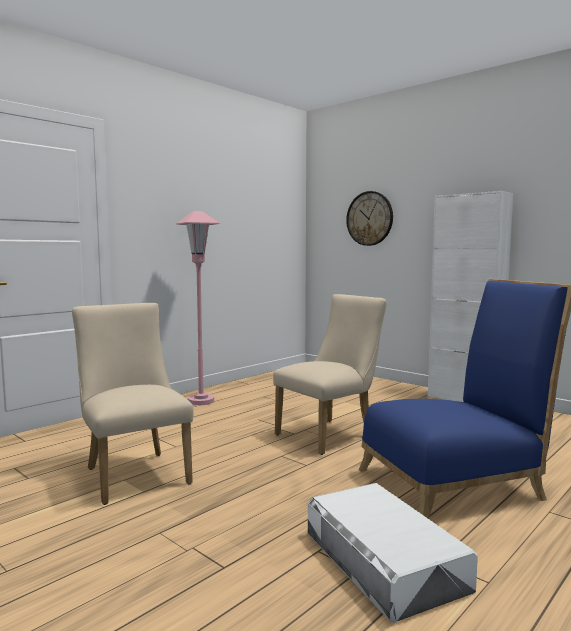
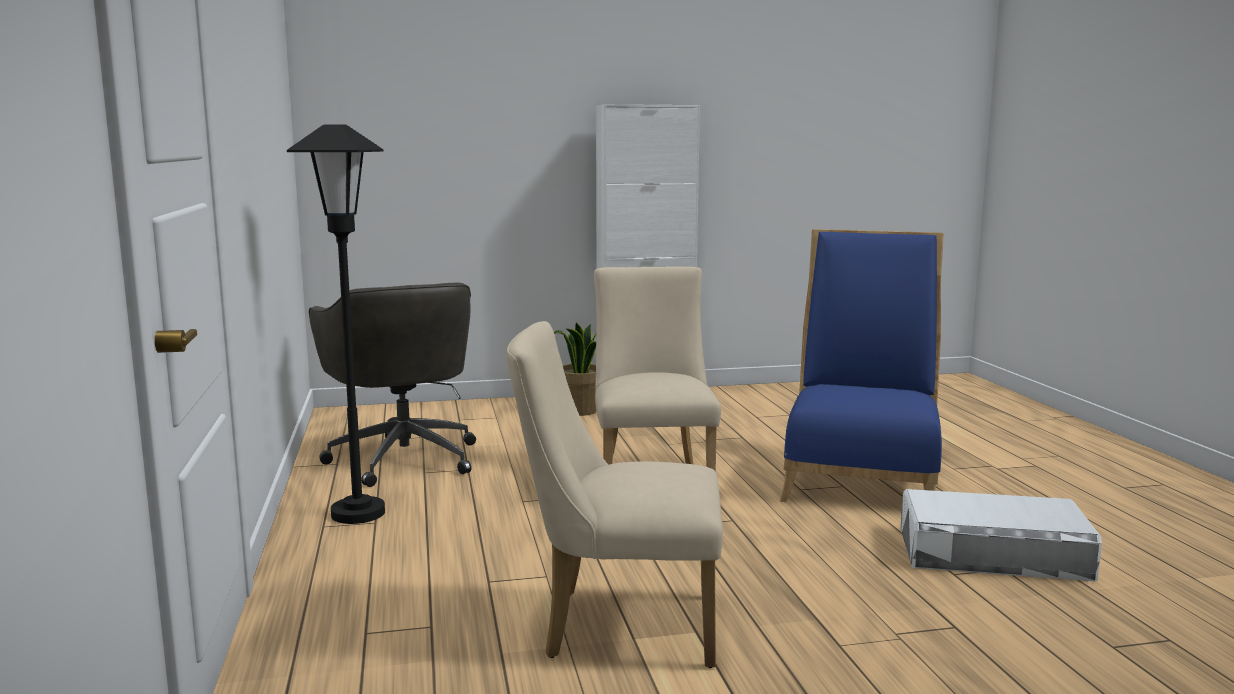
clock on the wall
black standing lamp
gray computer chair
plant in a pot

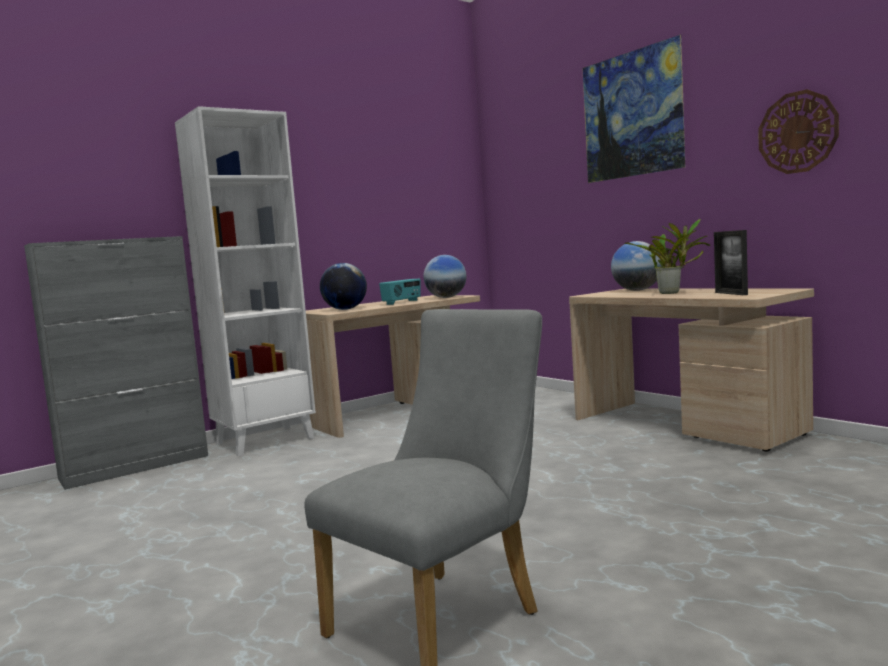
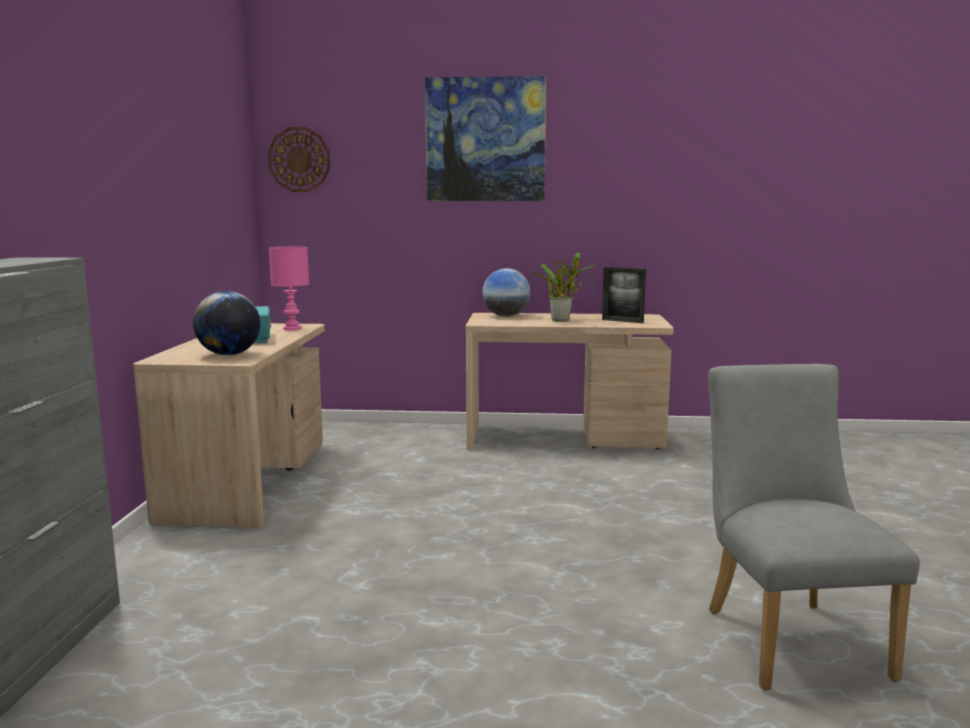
clock on the wall
white shelving unit
pinkish lamp for a table

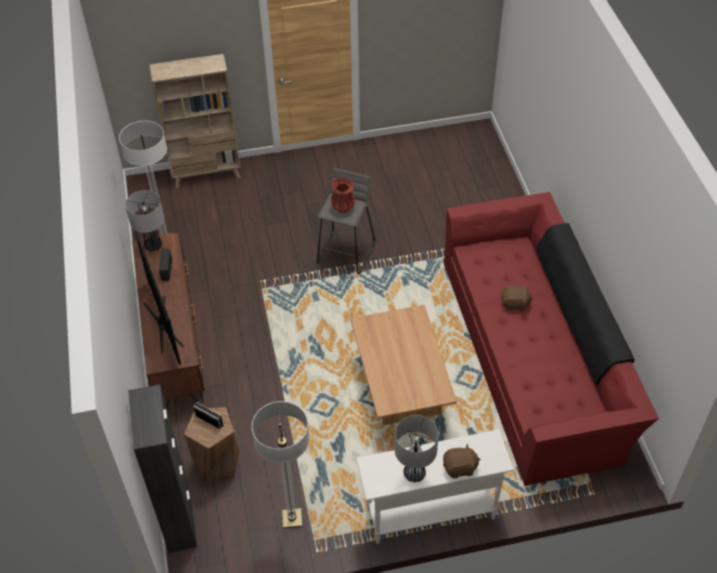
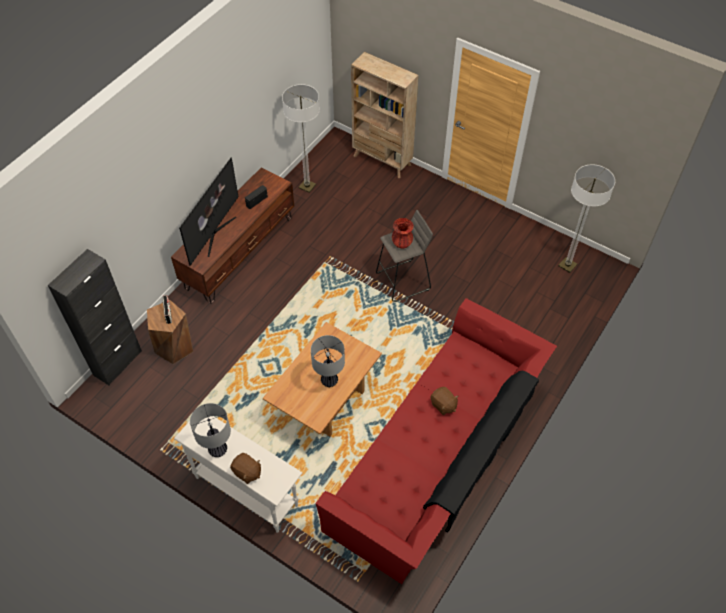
lamp for a table (no. 2 from left)
standing lamp (no. 2 from left)

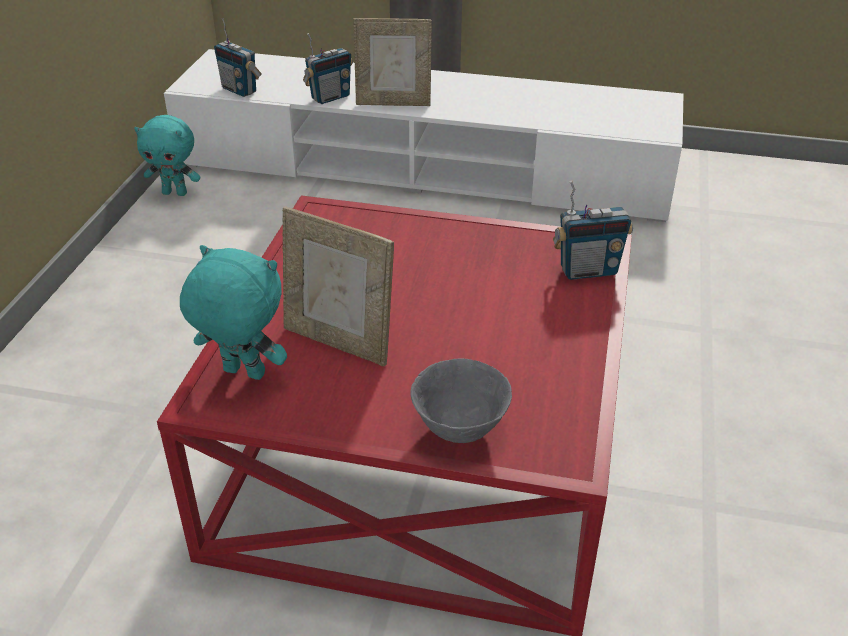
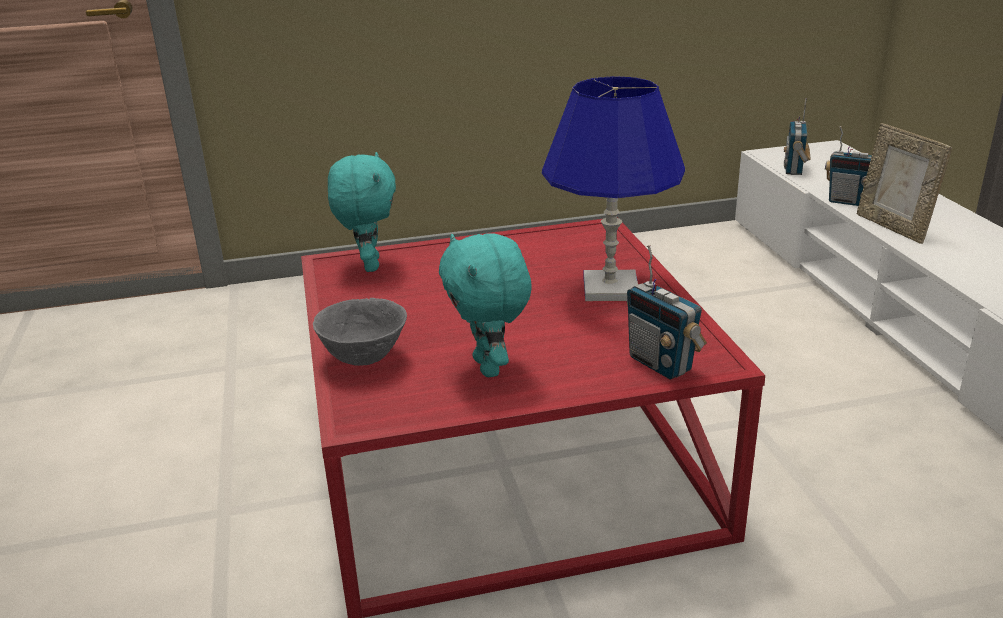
turquoise-coloured cuddly toy (no. 2 from left)
standing frame (no. 1 from left in the first image)
bluish lamp for a table

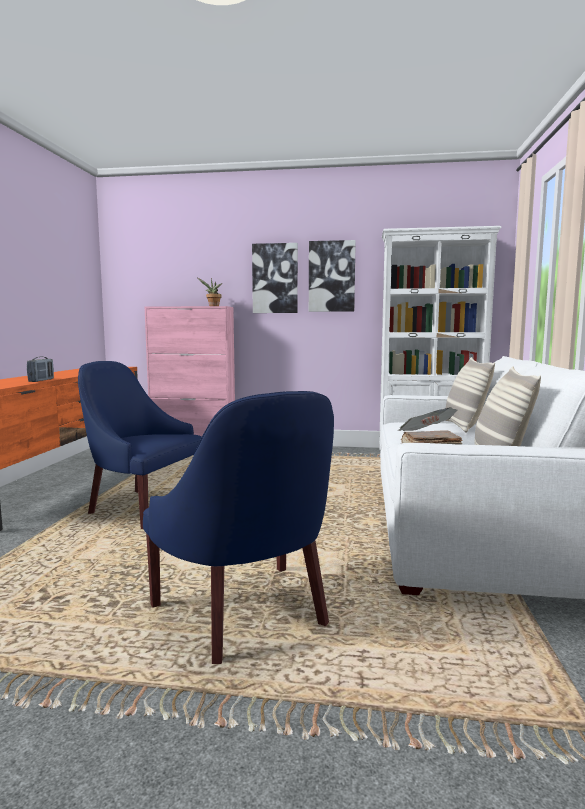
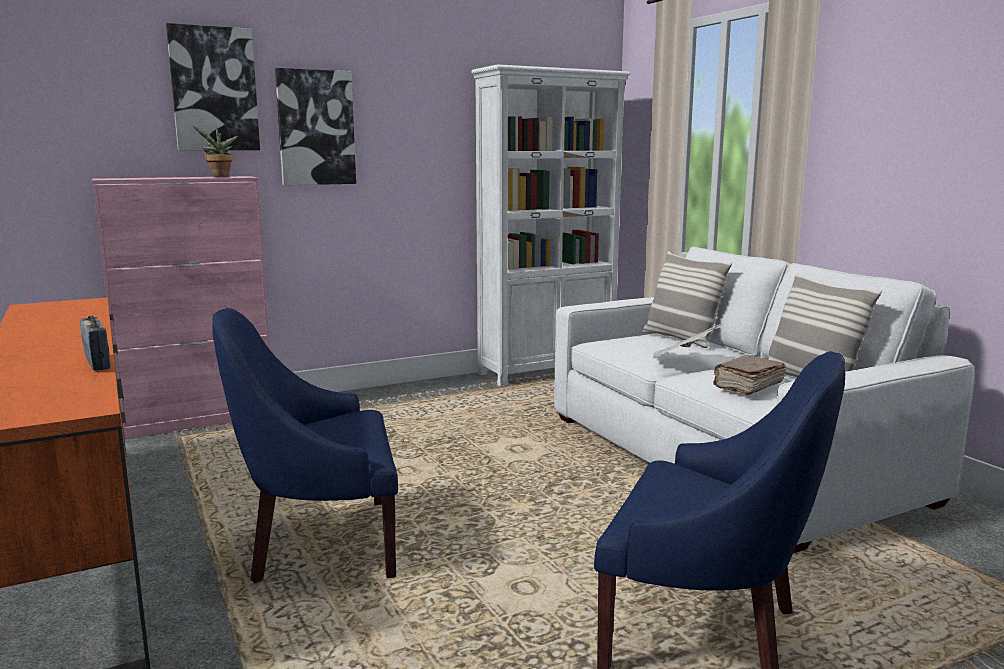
wall art (no. 1 from left)

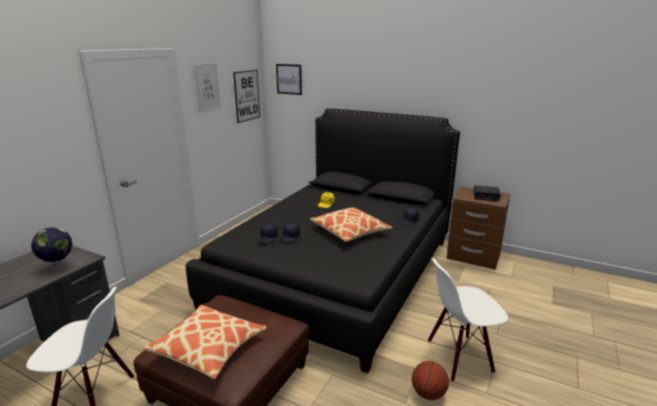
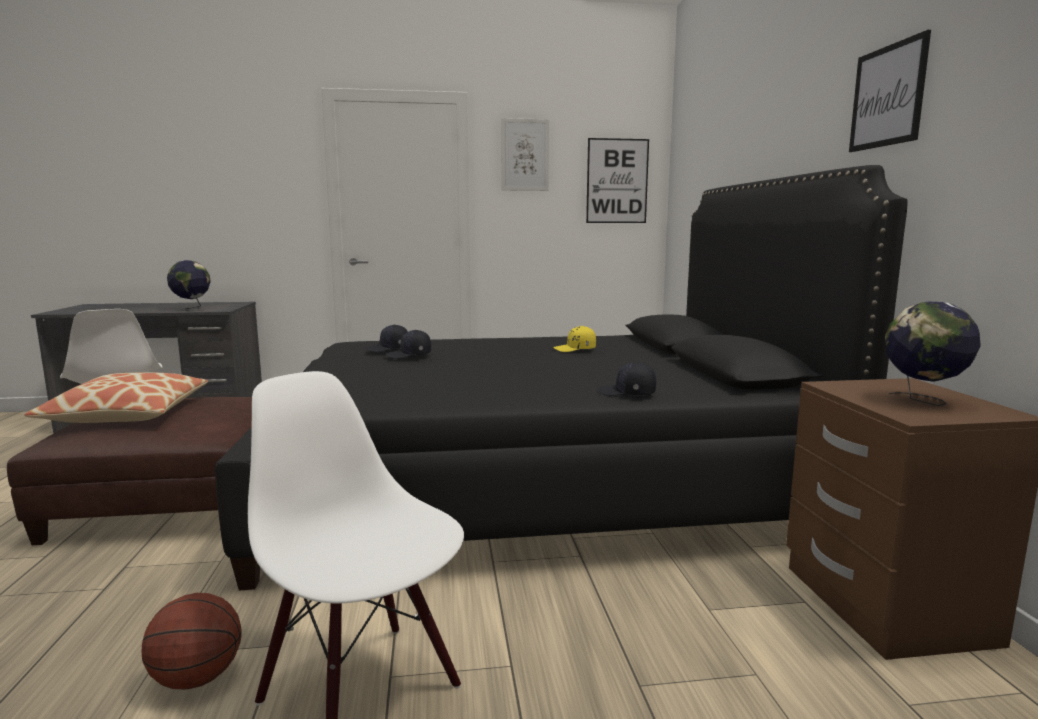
wall art (no. 3 from left)
desk globe (no. 2 from left)
throw pillow (no. 2 from left in the first image)

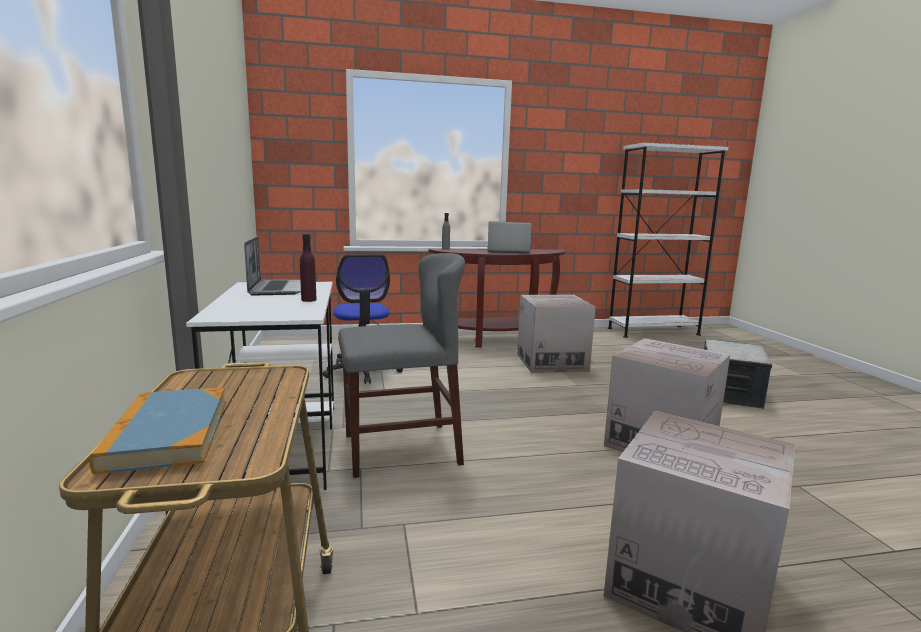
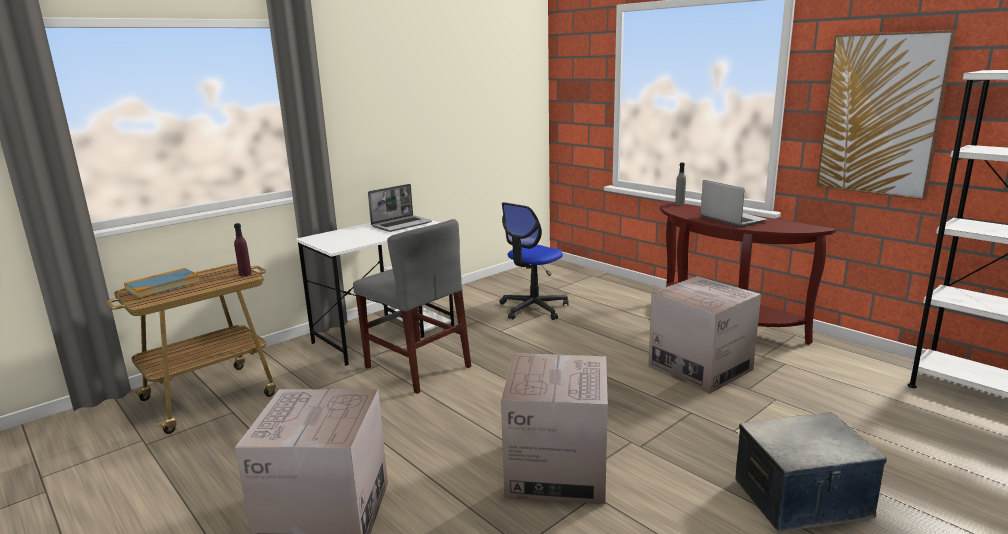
purplish drink bottle
wall art

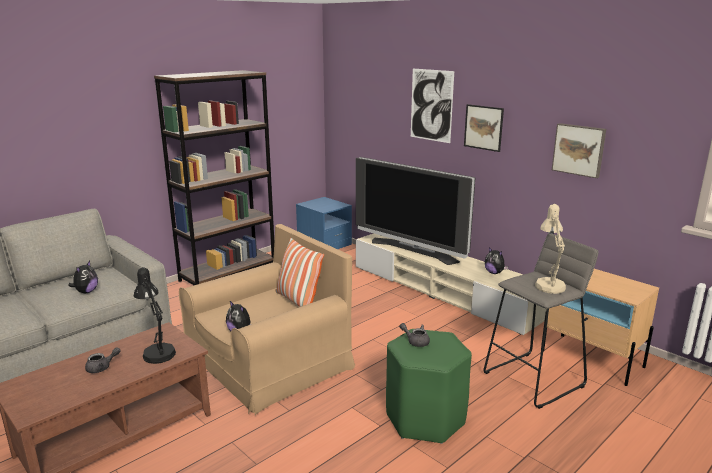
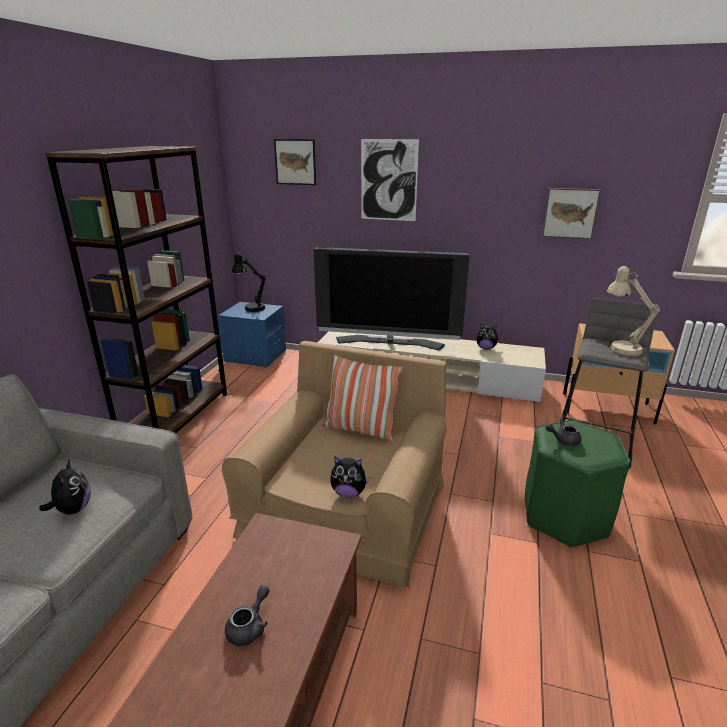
wall art (no. 1 from left)
black lamp for a table

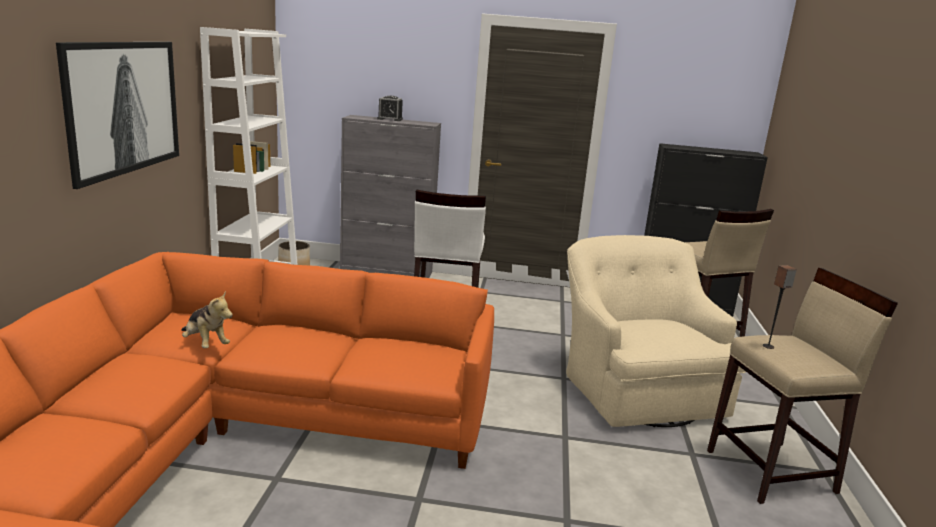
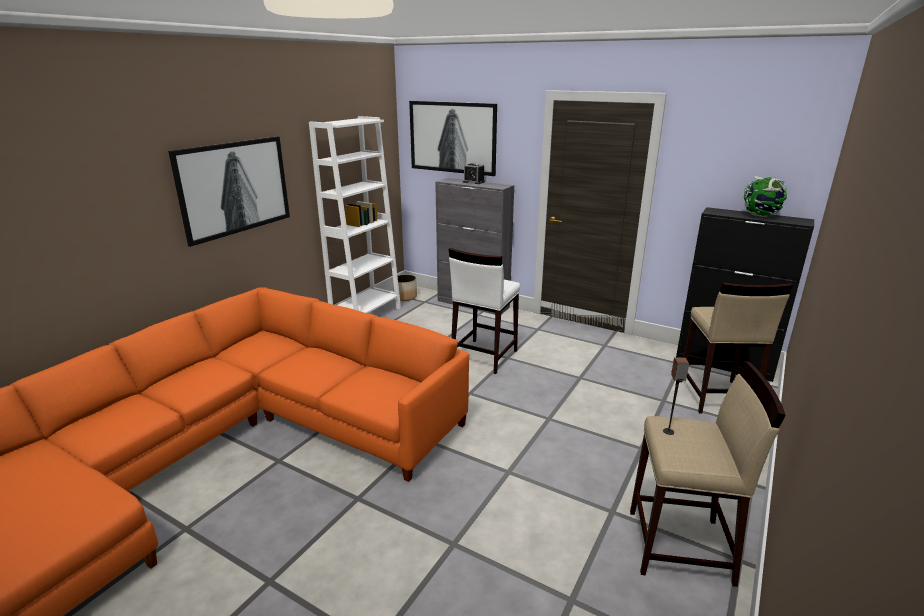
beige easy chair
cuddly toy
wall art (no. 2 from left)
desk globe

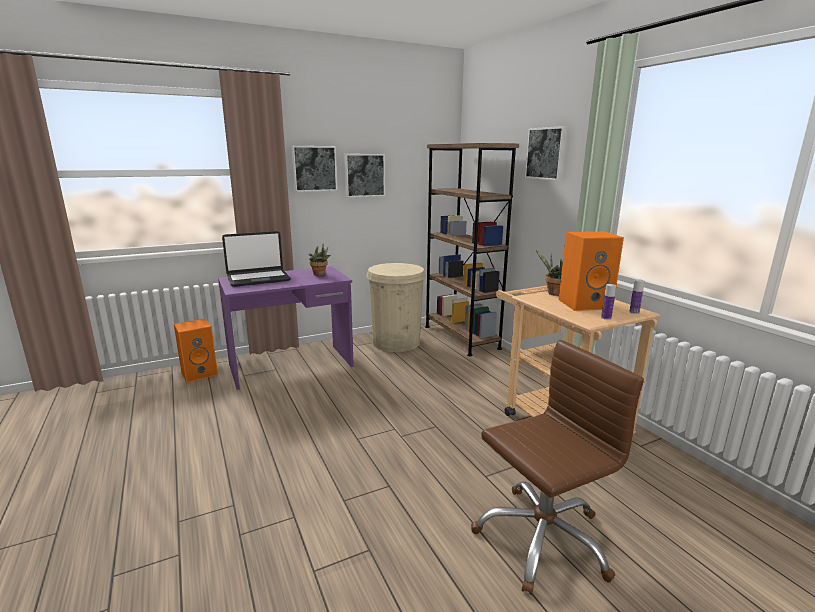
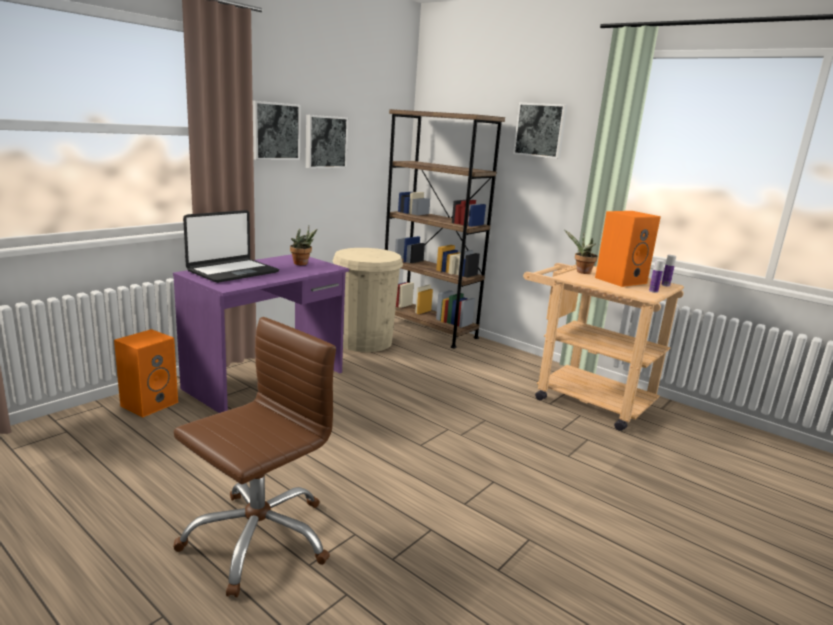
brown-coloured computer chair

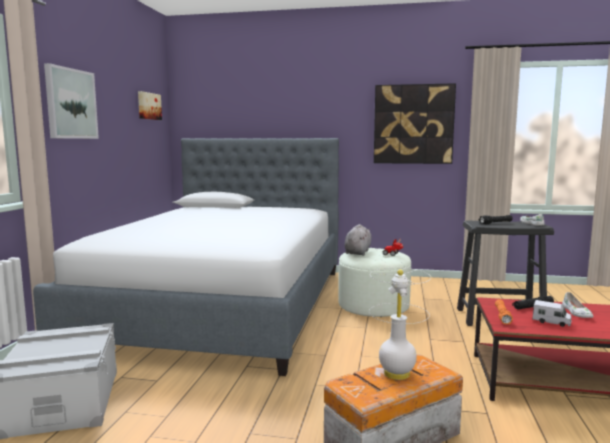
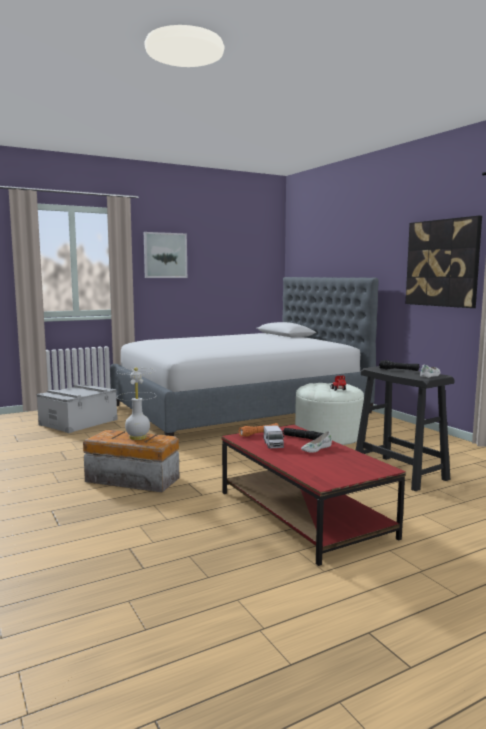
wall art (no. 2 from left in the first image)
gray cuddly toy

